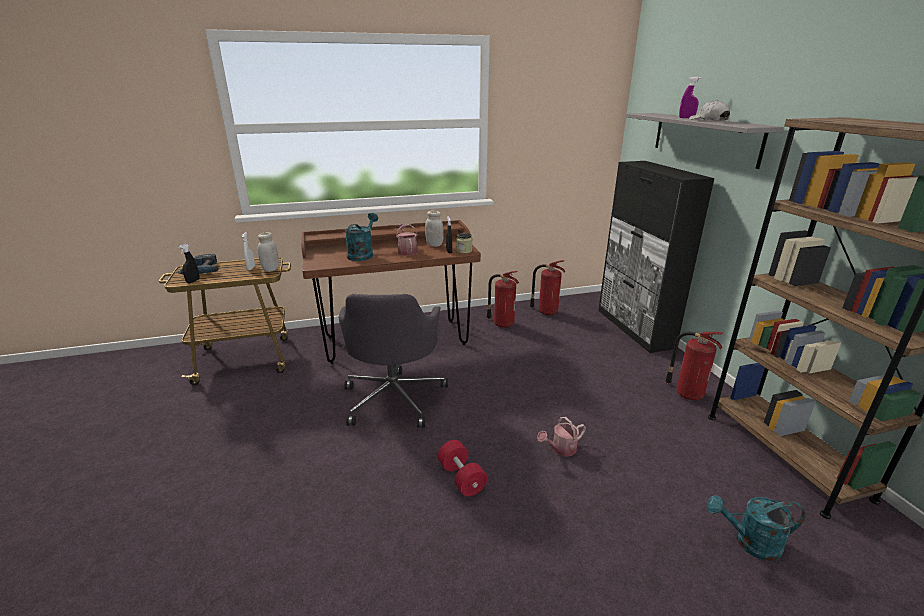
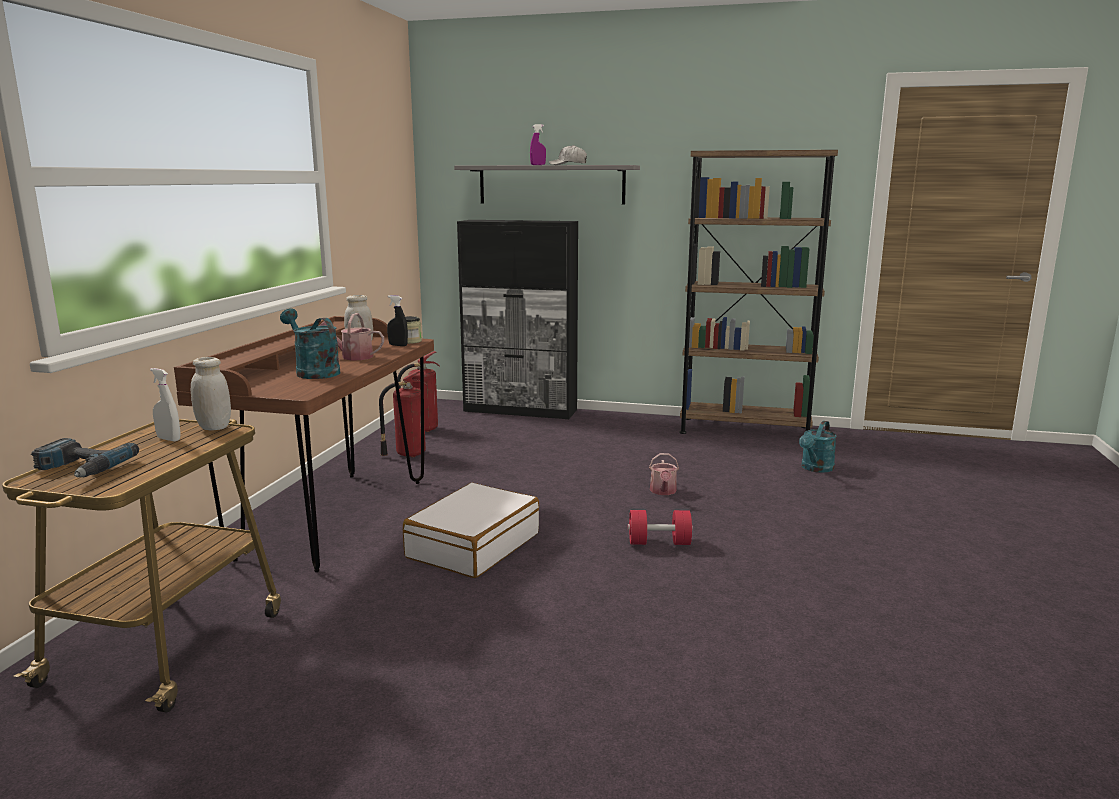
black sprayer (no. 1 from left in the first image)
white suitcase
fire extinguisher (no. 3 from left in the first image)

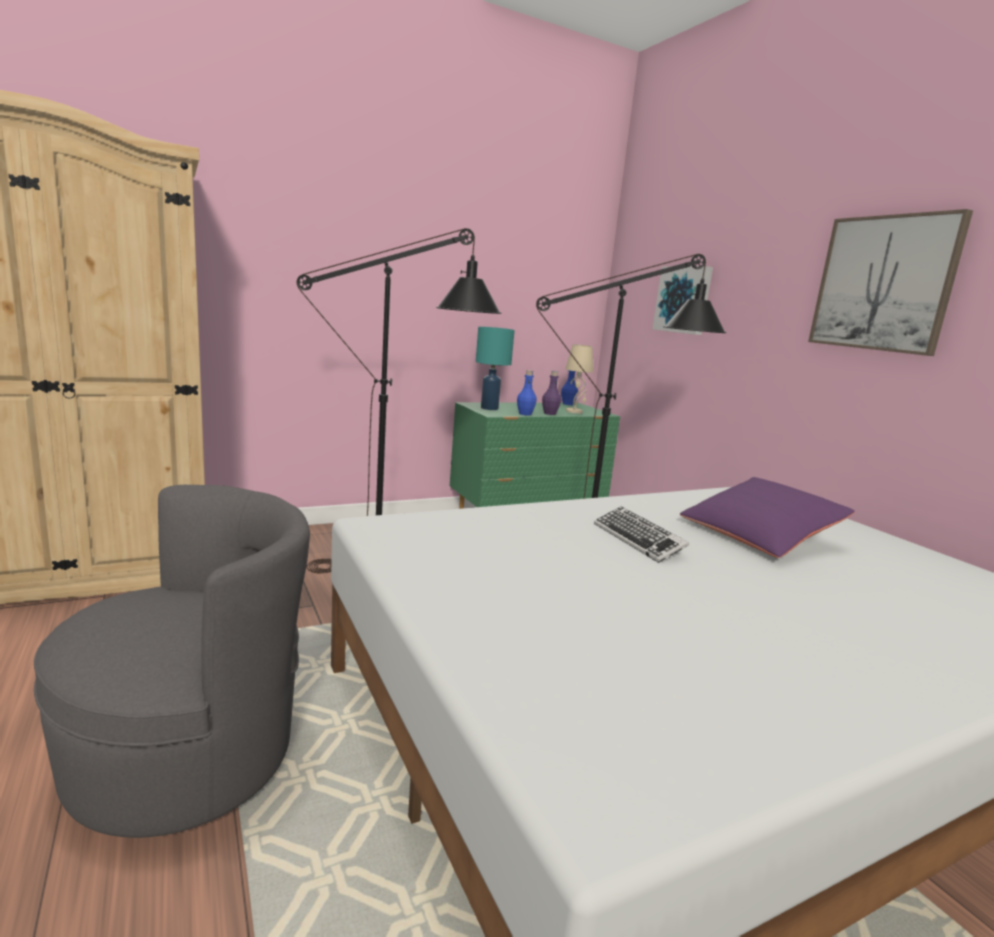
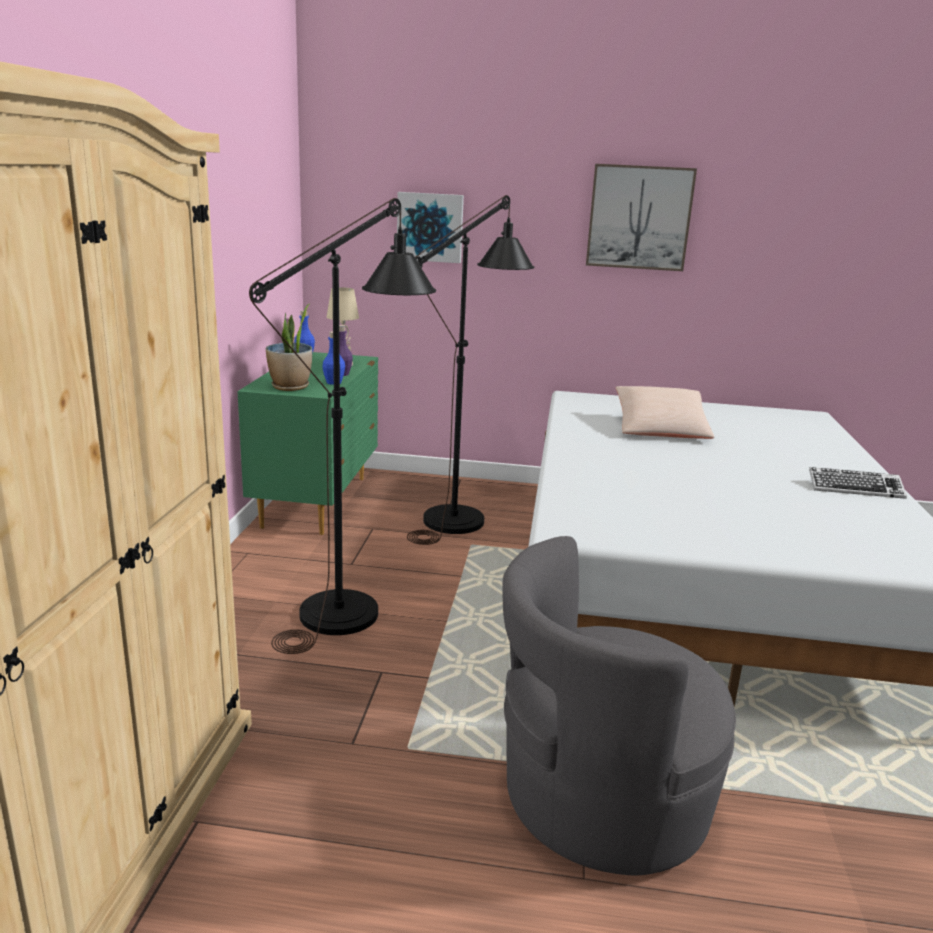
plant in a pot
beige throw pillow
gray easy chair
computer keyboard

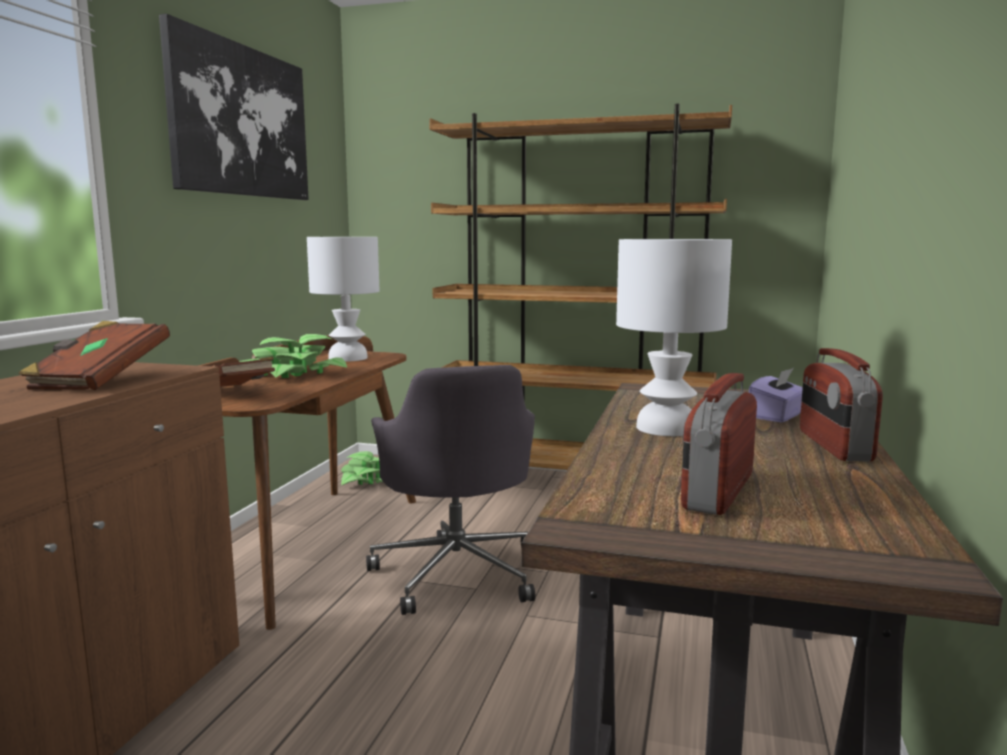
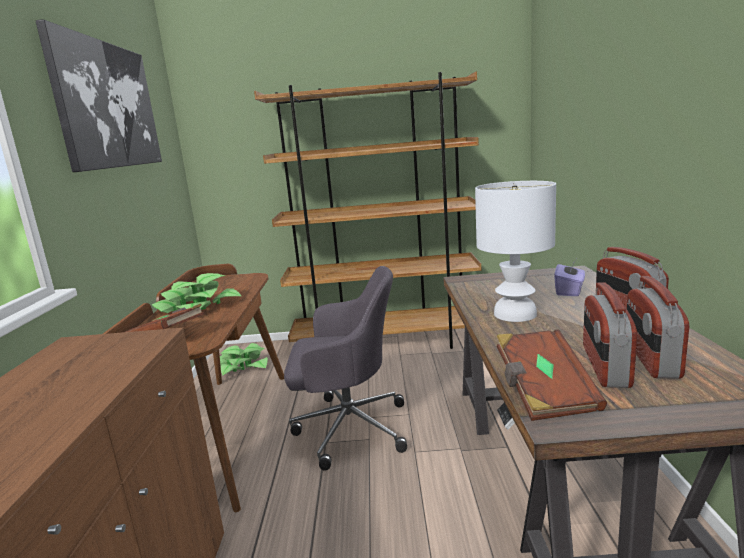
white lamp for a table (no. 1 from left in the first image)
brown-coloured book (no. 2 from left)
gray computer chair
radio (no. 3 from left)

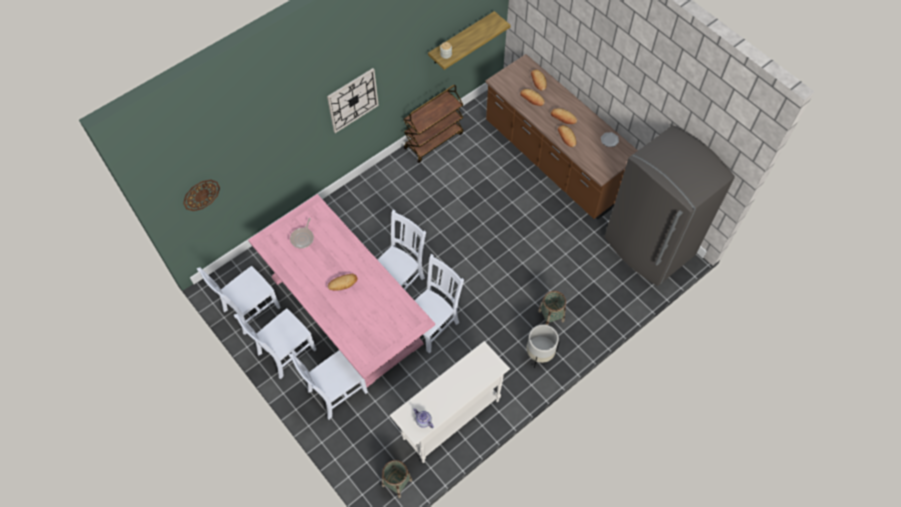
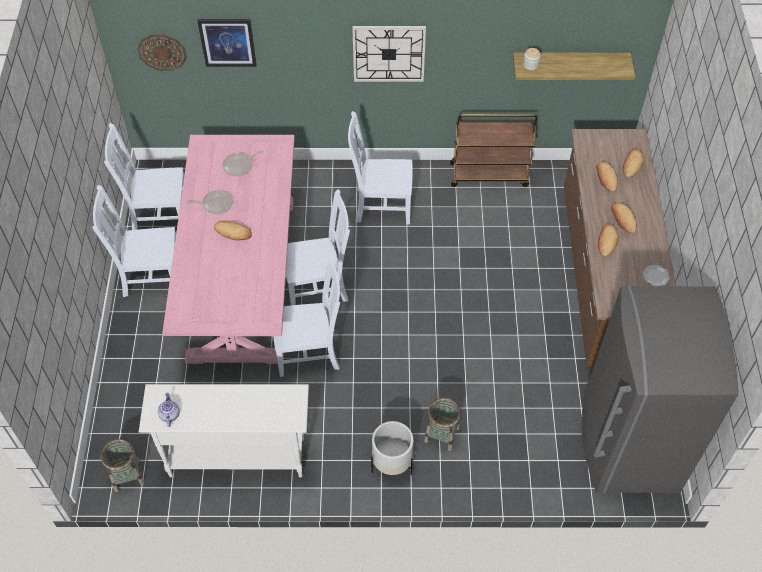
white chair (no. 5 from left)
wall art
skillet (no. 1 from left)

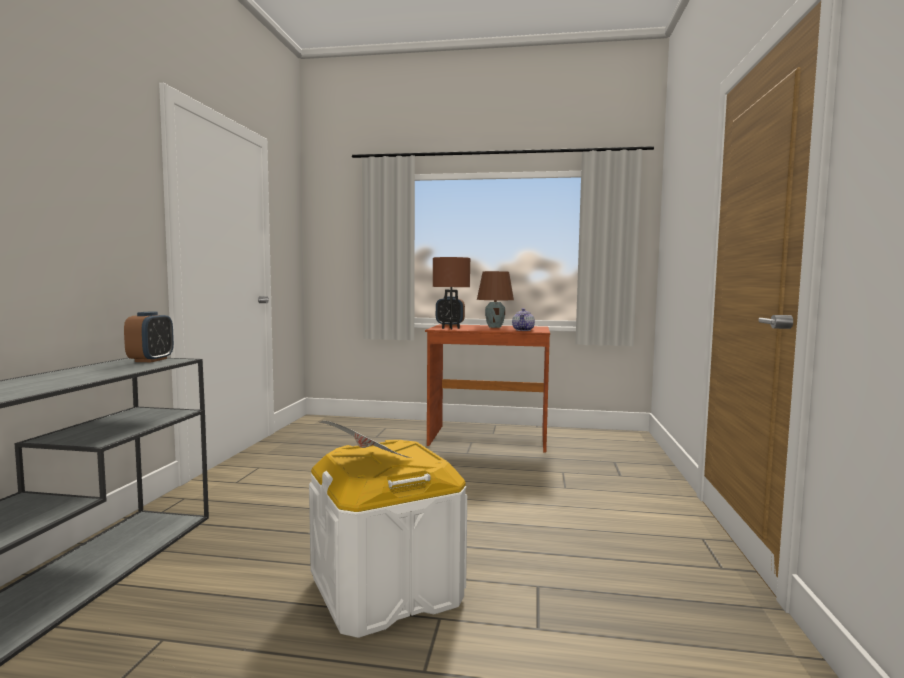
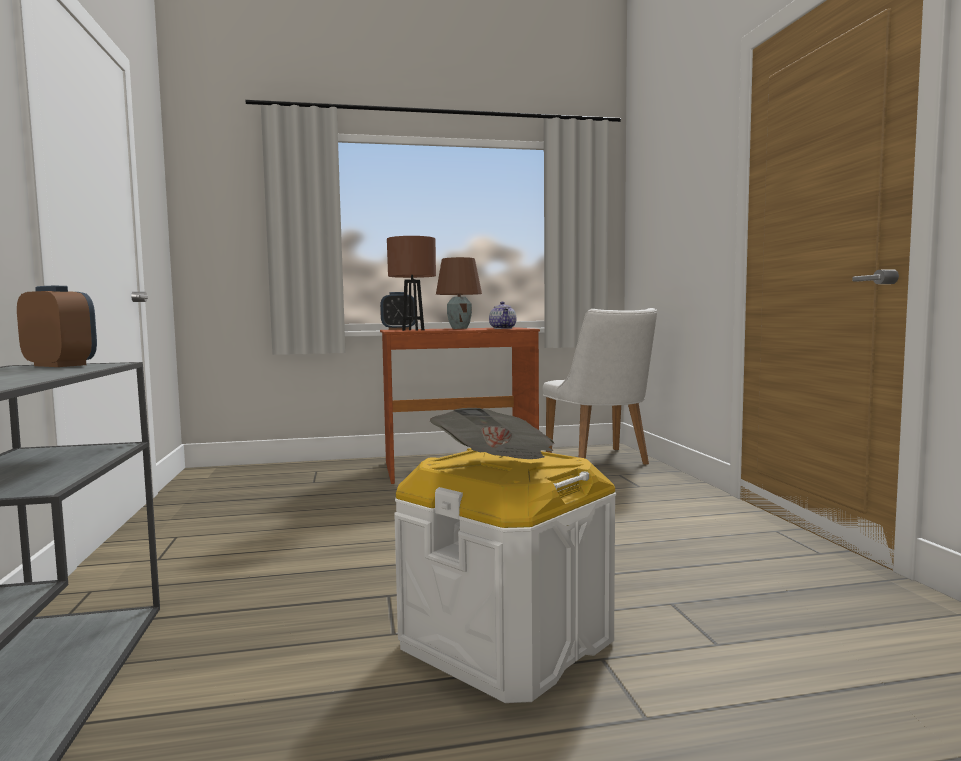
bedside clock (no. 1 from left)
white chair

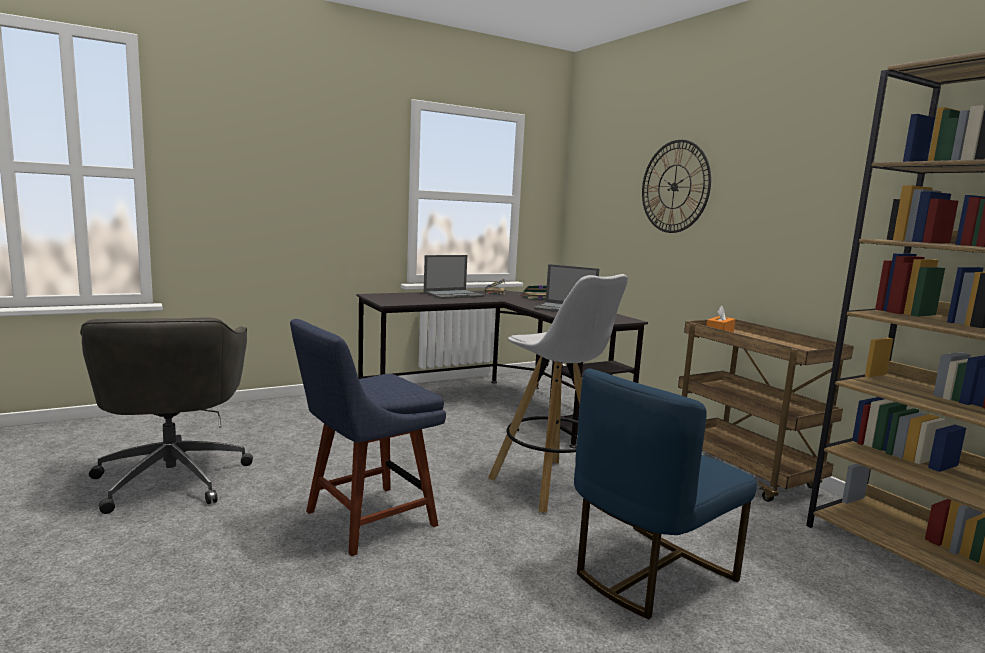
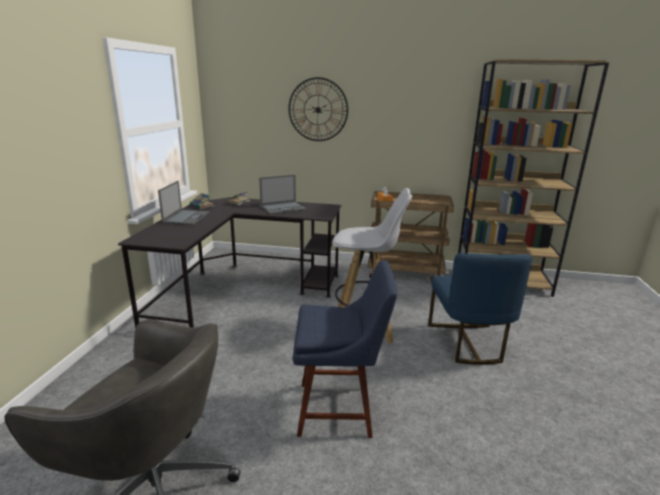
bluish chair (no. 1 from left)

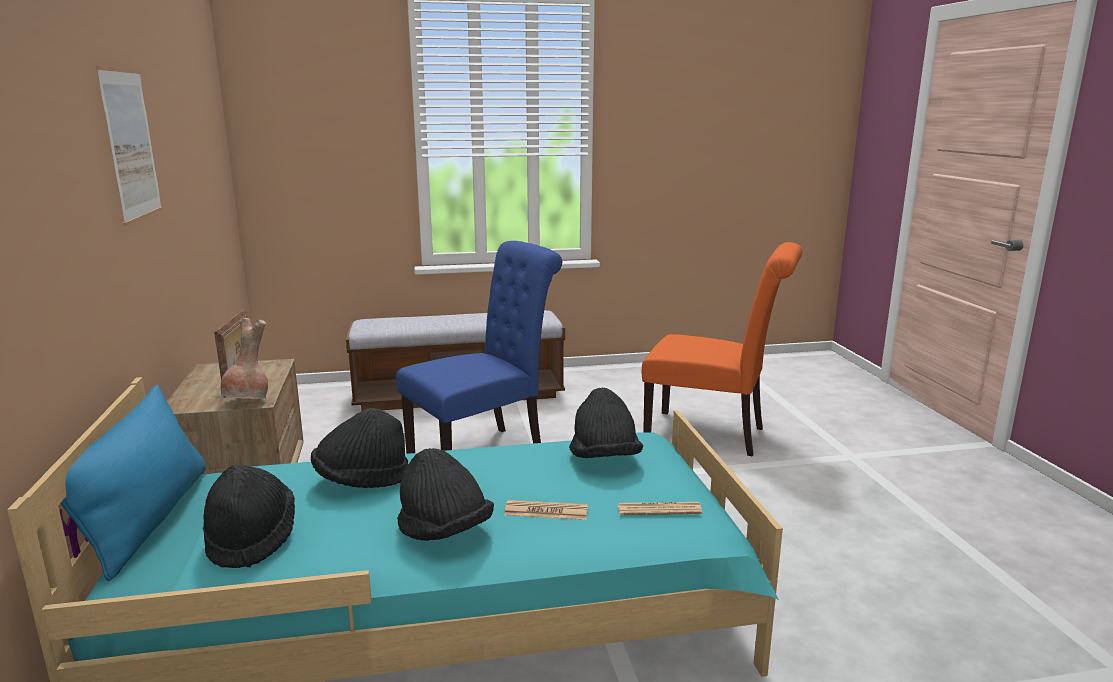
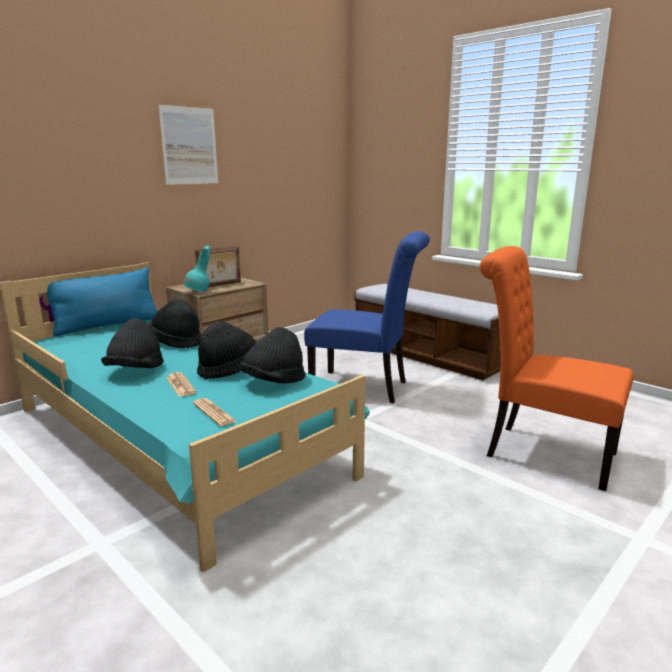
orange chair
turquoise-coloured flower vase
black wearable hat (no. 3 from left)

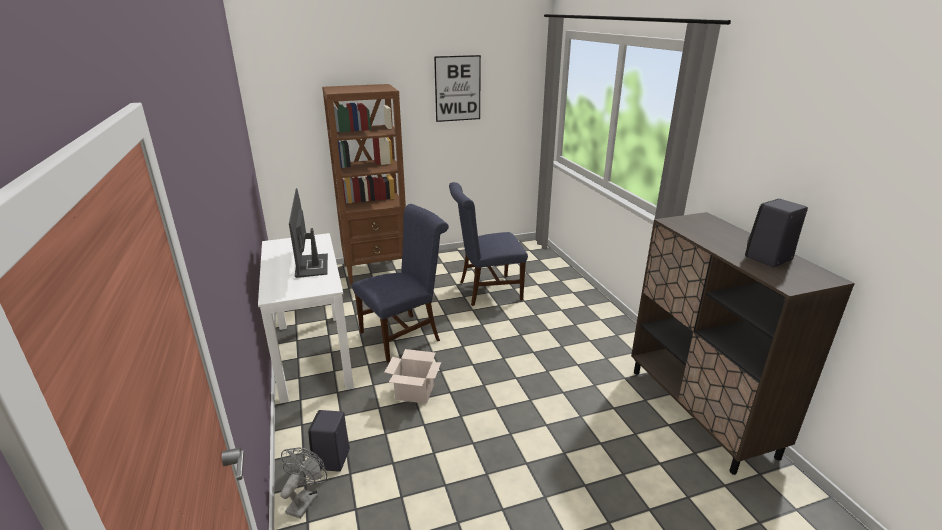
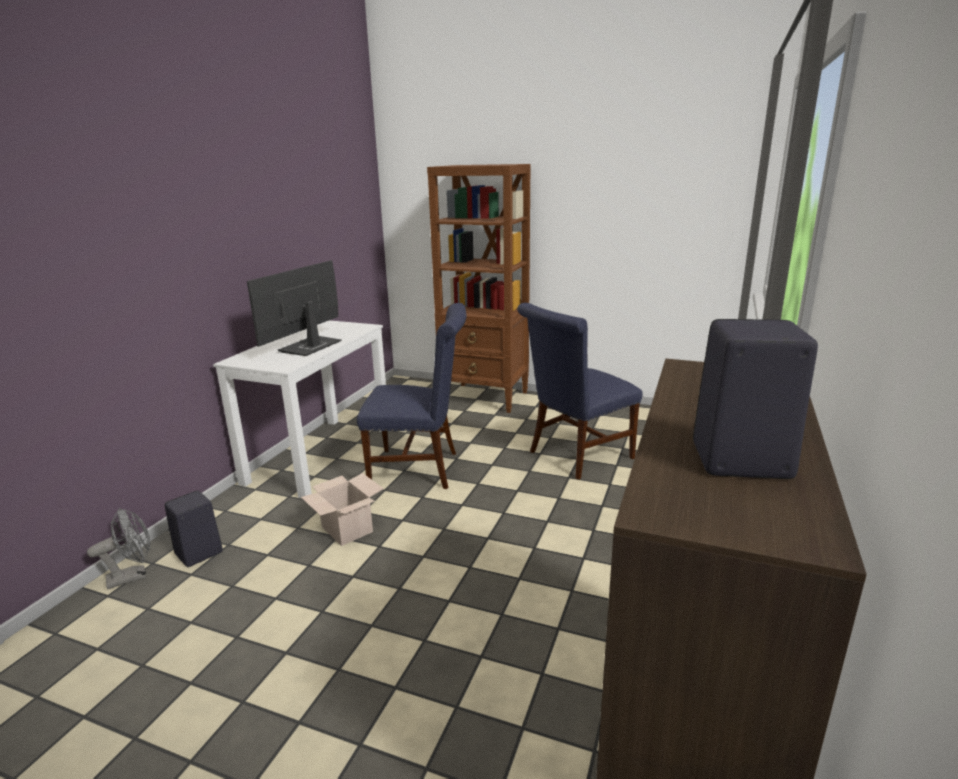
wall art
bluish chair (no. 2 from left)

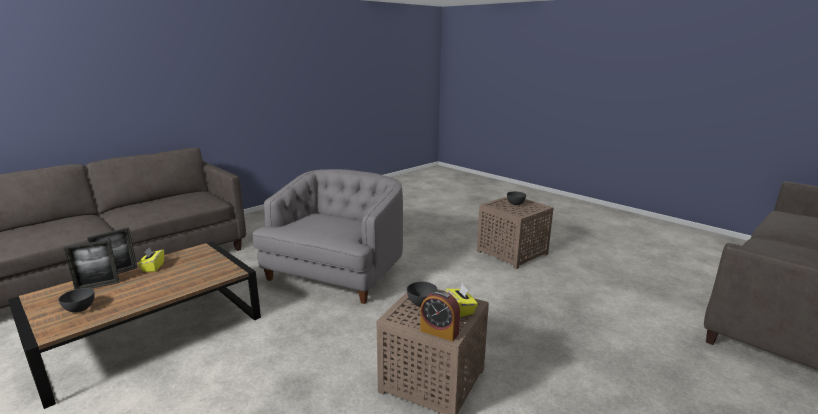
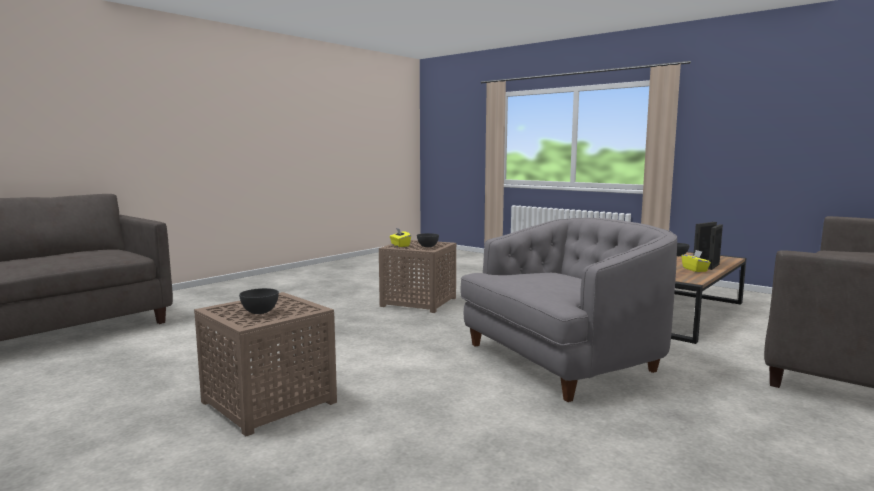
gray easy chair
bedside clock

